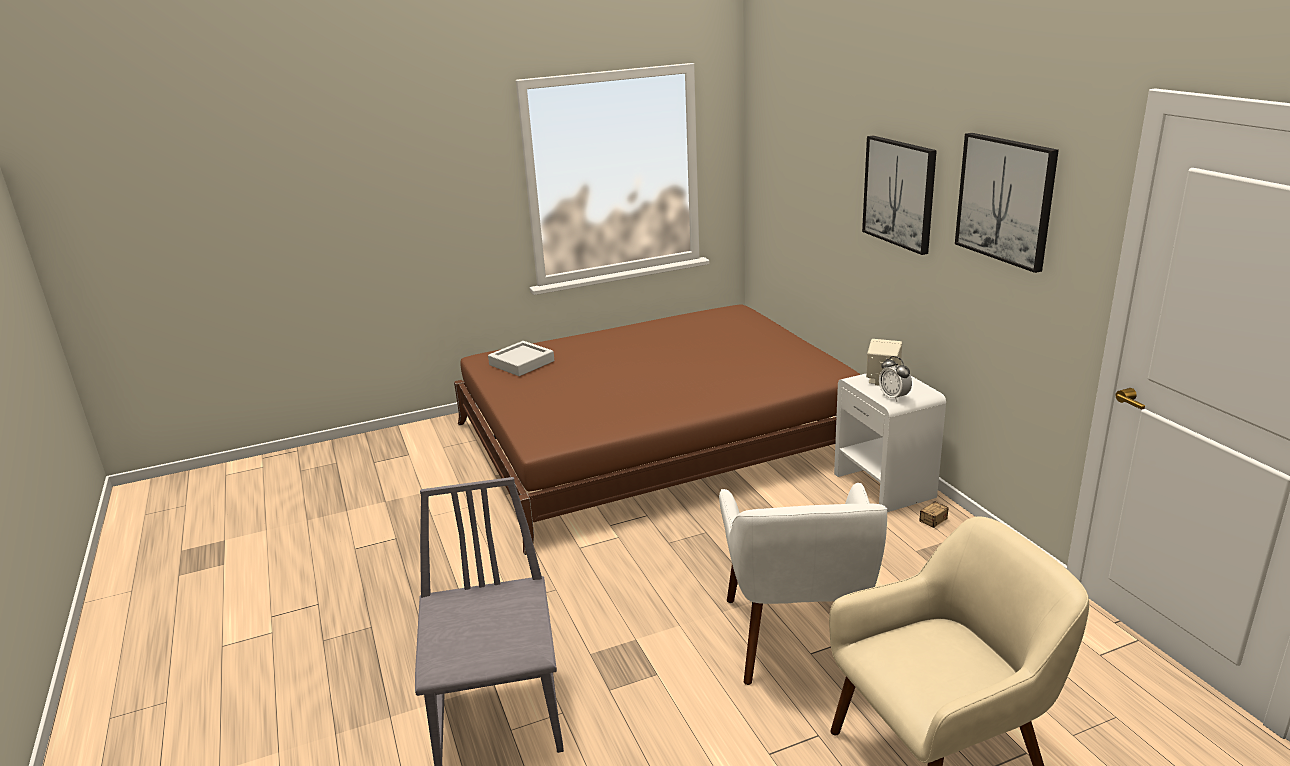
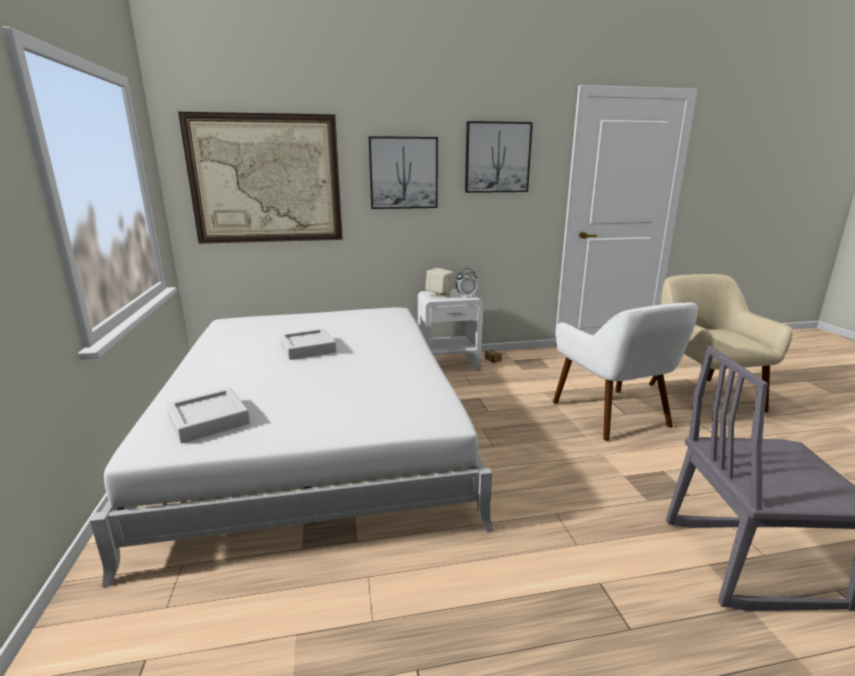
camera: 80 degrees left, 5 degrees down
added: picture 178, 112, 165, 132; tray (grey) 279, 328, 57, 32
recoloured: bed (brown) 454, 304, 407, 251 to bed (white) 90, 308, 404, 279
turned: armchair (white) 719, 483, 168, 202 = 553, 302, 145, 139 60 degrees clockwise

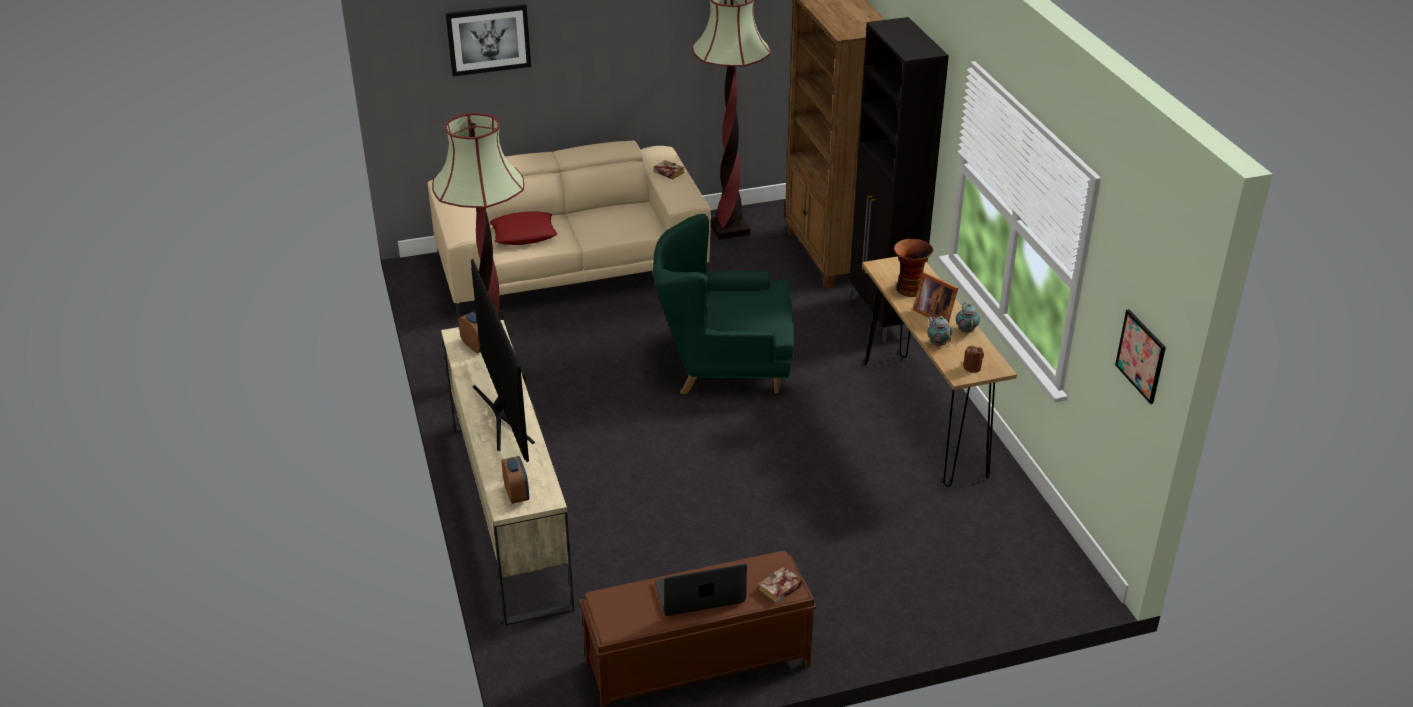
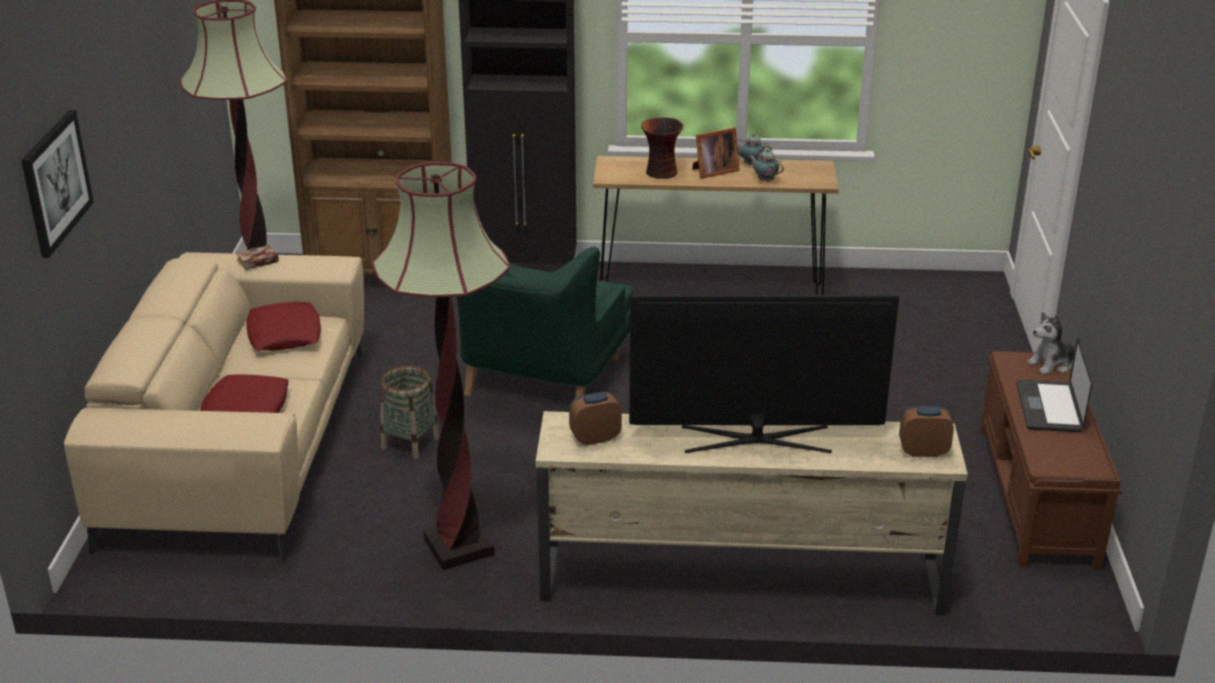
camera: 70 degrees left, 5 degrees down
removed: candle (brown) 963, 346, 21, 27; picture 1115, 309, 51, 95
added: pillow (red) 246, 302, 75, 49; basket 380, 366, 60, 93
replaced: book 758, 566, 45, 37 to plush toy 1027, 312, 54, 63
turned: teapot 927, 315, 25, 31 = 749, 149, 35, 33 45 degrees clockwise

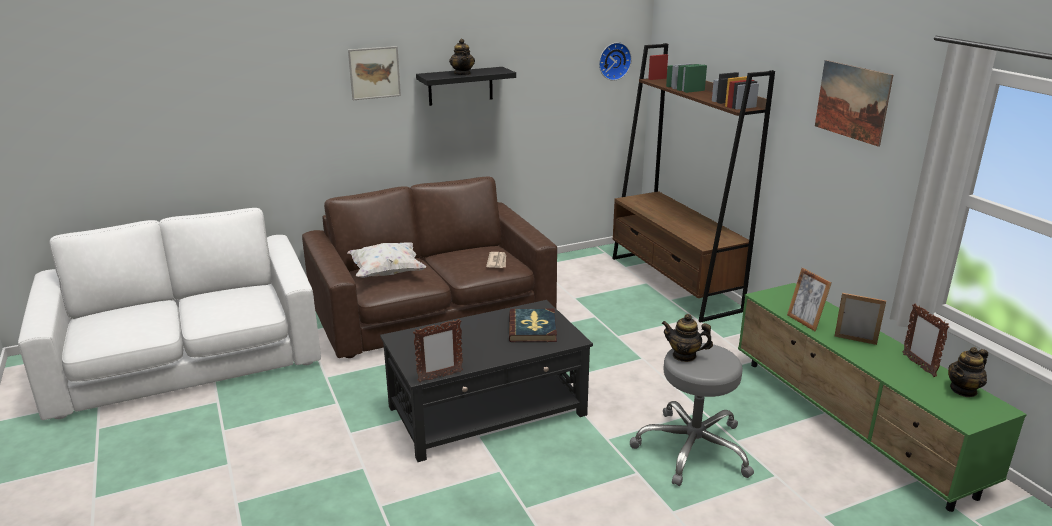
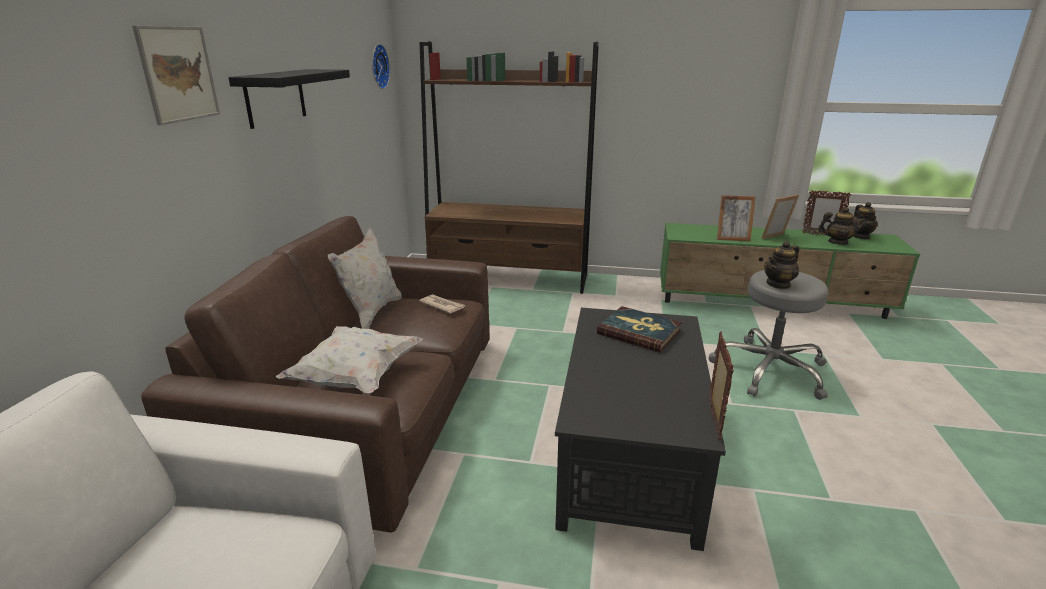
camera: 55 degrees left, 0 degrees up
removed: picture 815, 60, 78, 87
added: pillow (white) 328, 227, 74, 102
moved: teapot 449, 39, 26, 36 to 818, 207, 48, 38

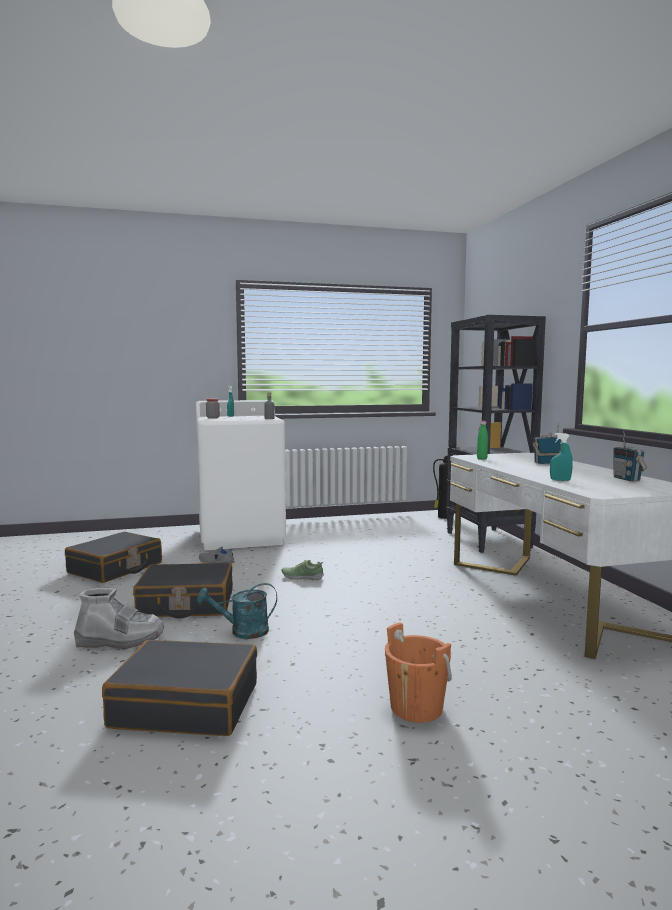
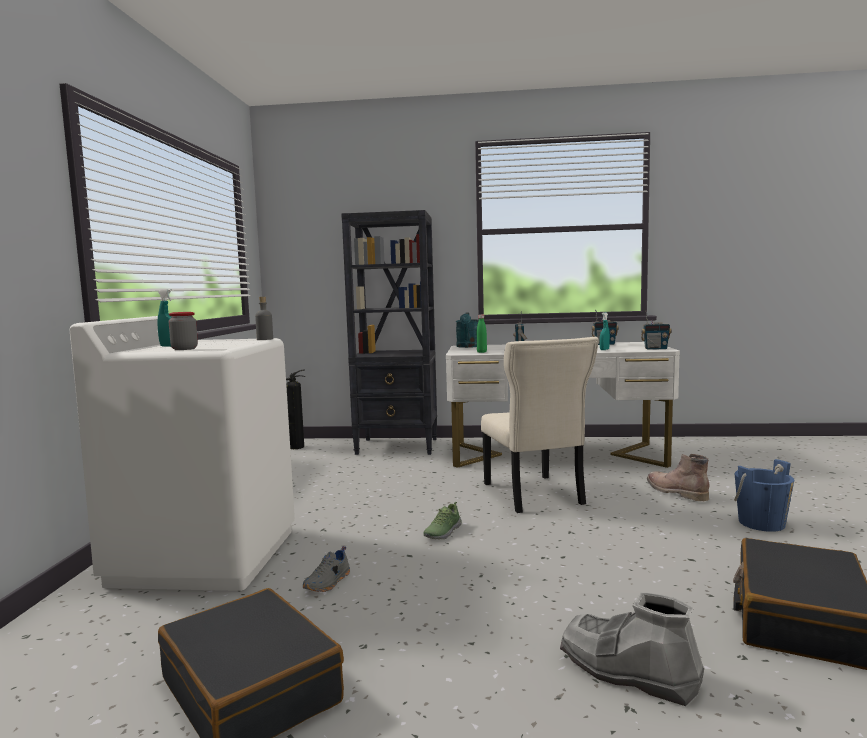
camera: 70 degrees left, 0 degrees up
removed: suitcase (black) 133, 563, 100, 56
added: chair (beige) 481, 337, 118, 176; radio 641, 312, 31, 38; boot (brown) 647, 454, 62, 47
moved: watering can (turquoise) 197, 583, 80, 56 to 456, 313, 23, 35
recoloured: bucket (orange) 385, 622, 67, 101 to bucket (blue) 734, 459, 60, 73
turned: boot (grey) 74, 588, 90, 61 = 560, 592, 144, 114 75 degrees counterclockwise

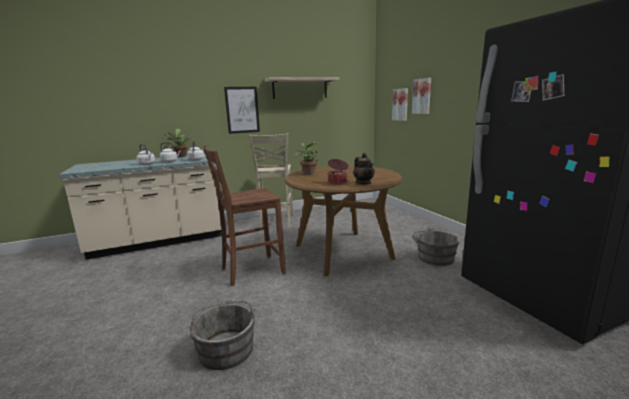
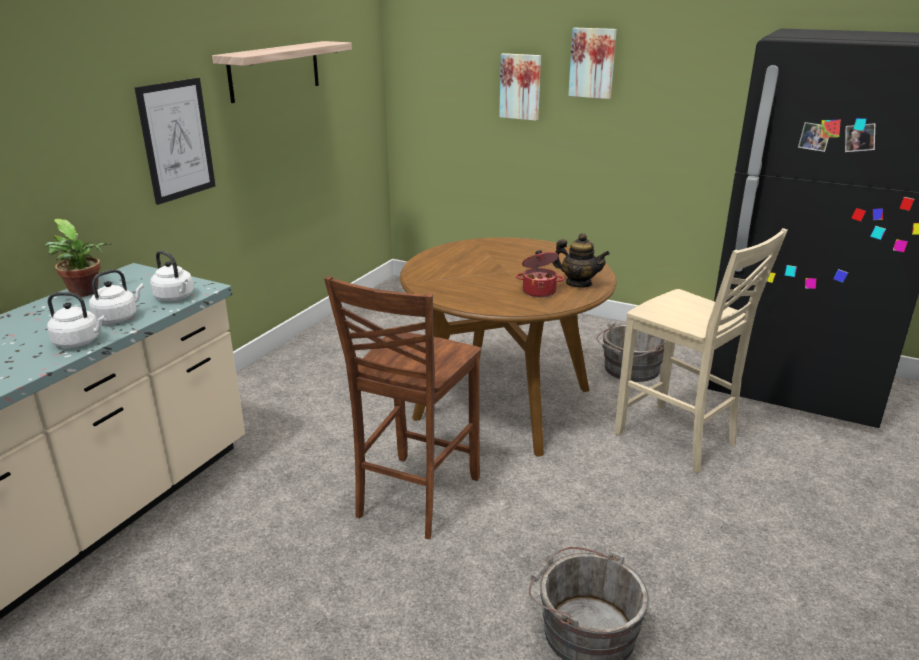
camera: 40 degrees left, 10 degrees up
removed: potted plant 295, 142, 24, 33
moved: picture 392, 88, 16, 33 to 568, 28, 49, 71; chair (beige) 249, 133, 44, 95 to 614, 228, 174, 245

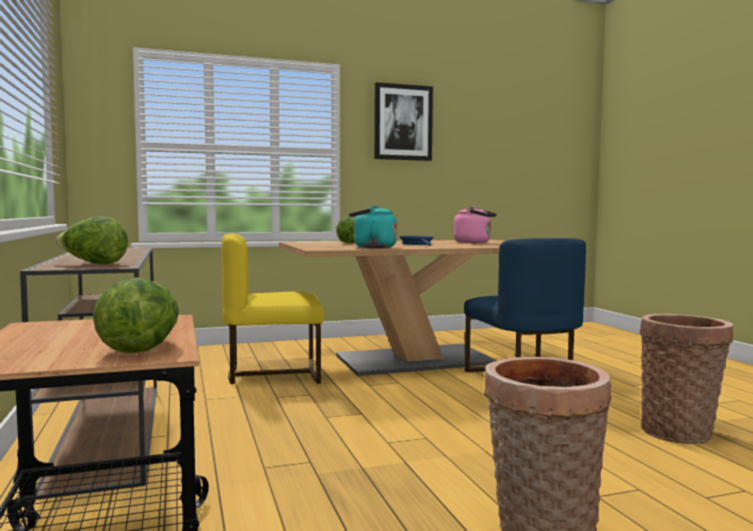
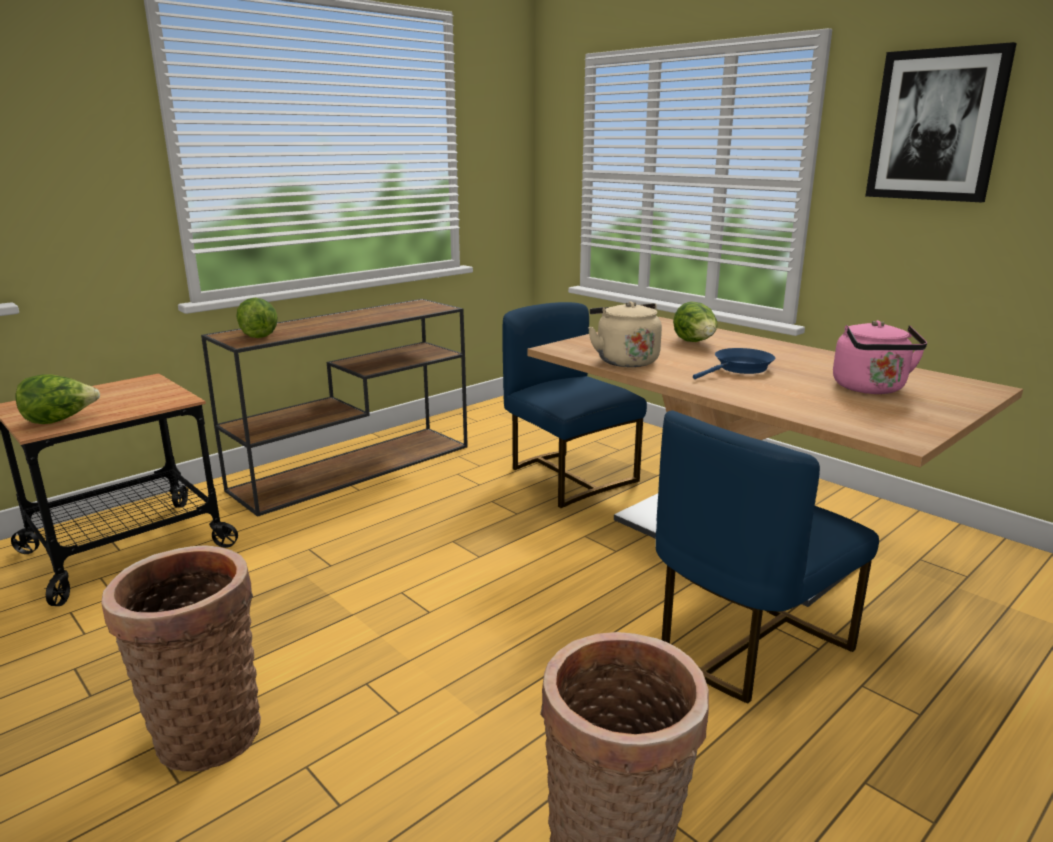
camera: 65 degrees right, 15 degrees up
recoloured: chair (yellow) 222, 233, 102, 151 to chair (blue) 503, 302, 144, 206; kettle (turquoise) 349, 205, 48, 43 to kettle (beige) 588, 301, 74, 66

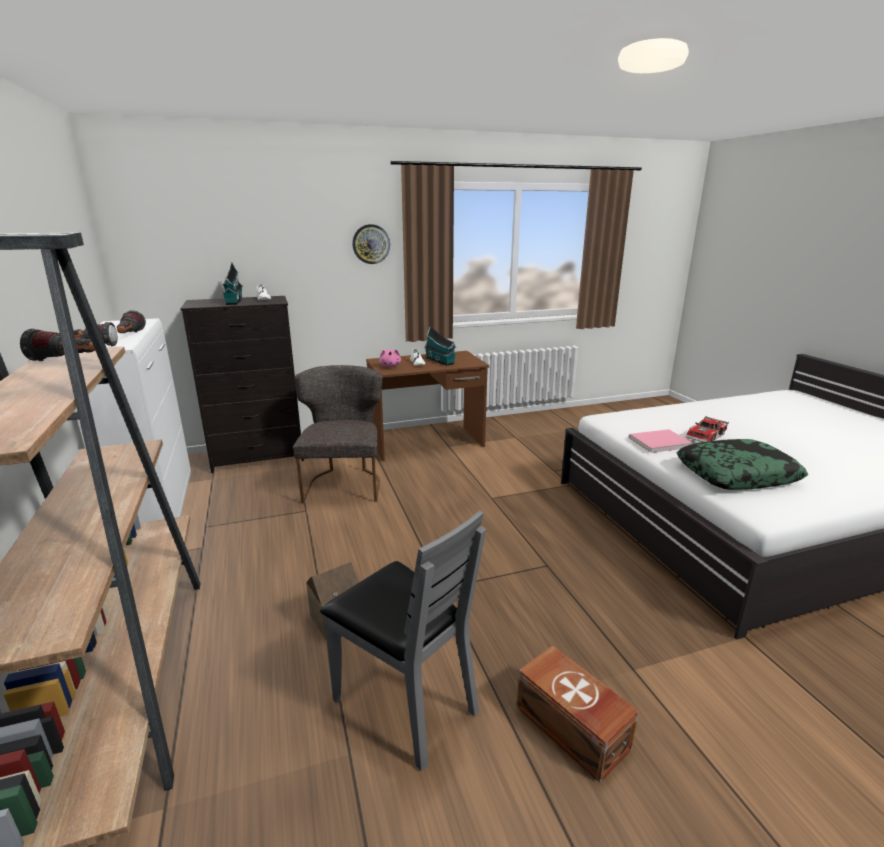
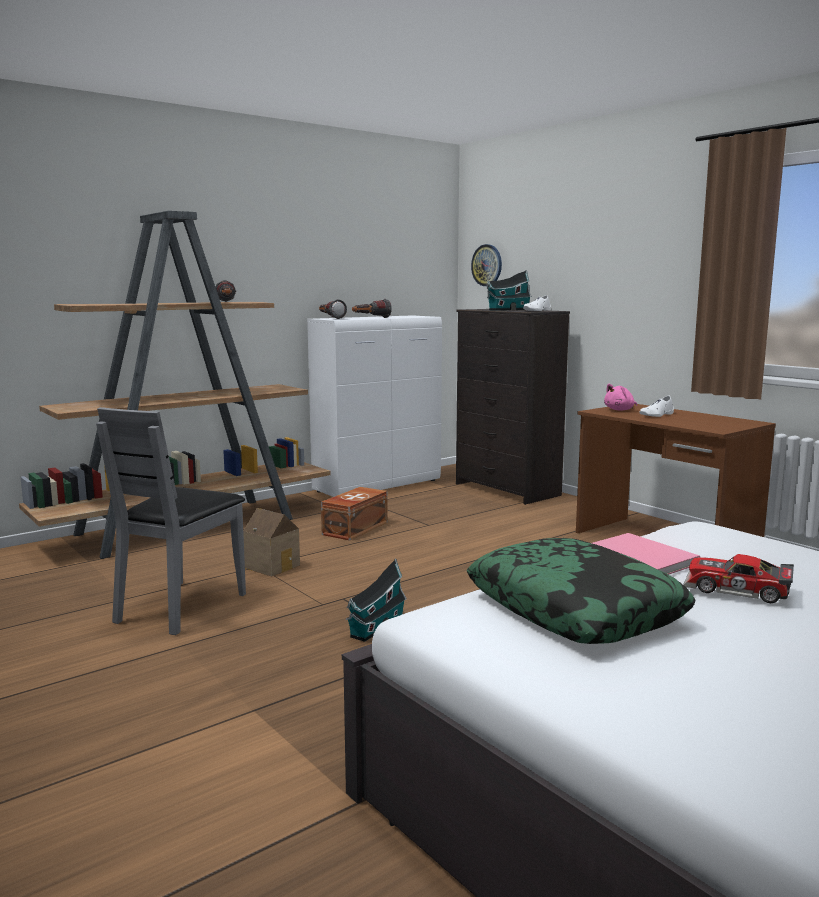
camera: 70 degrees right, 10 degrees down
removed: chair (grey) 293, 365, 90, 138
moved: storage box (brown) 517, 646, 122, 137 to 321, 487, 67, 54; toy house 424, 326, 32, 39 to 346, 558, 61, 84; wall clock 352, 224, 38, 40 to 471, 244, 31, 42

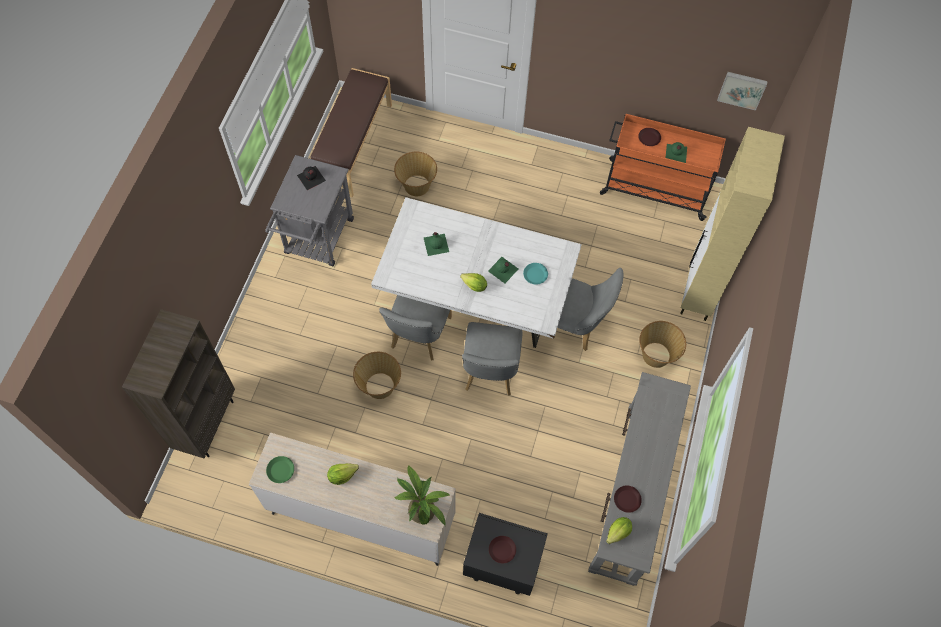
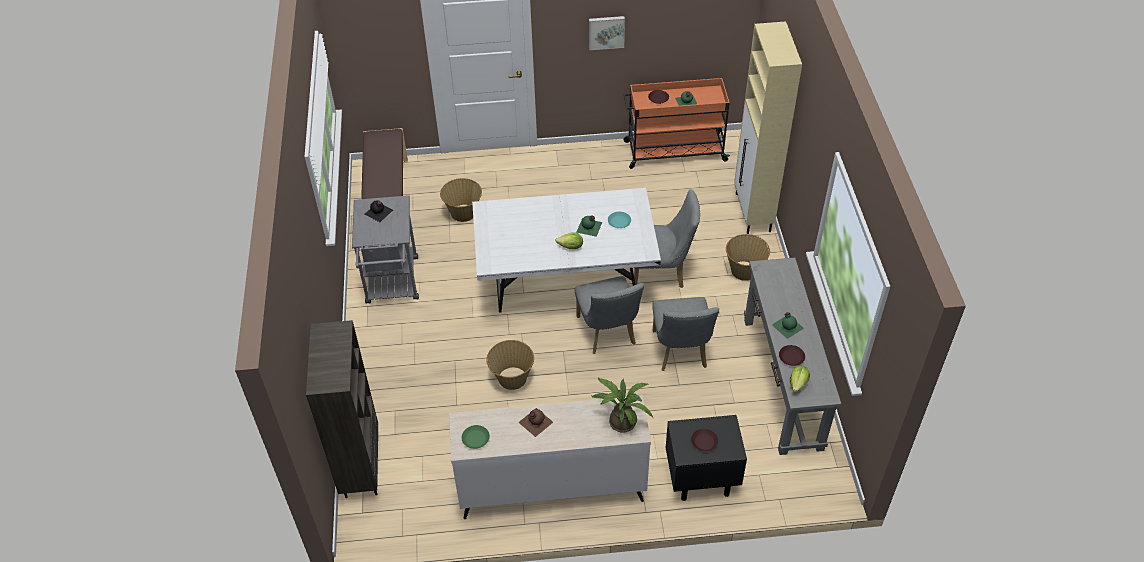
camera: 20 degrees left, 15 degrees down
moved: picture 717, 72, 51, 38 to 589, 16, 36, 34; chair (grey) 379, 295, 73, 65 to 652, 297, 67, 74; bottle (green) 424, 232, 25, 24 to 772, 312, 32, 27
replaced: lettuce 327, 463, 32, 22 to bottle (brown) 518, 408, 35, 29

